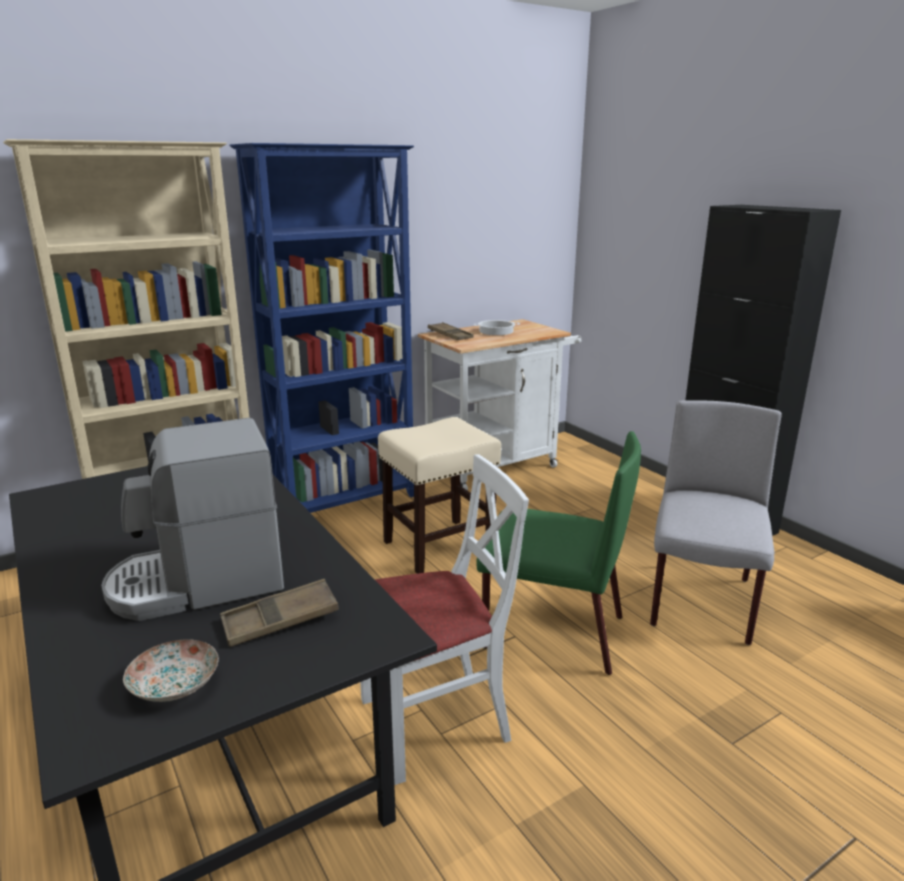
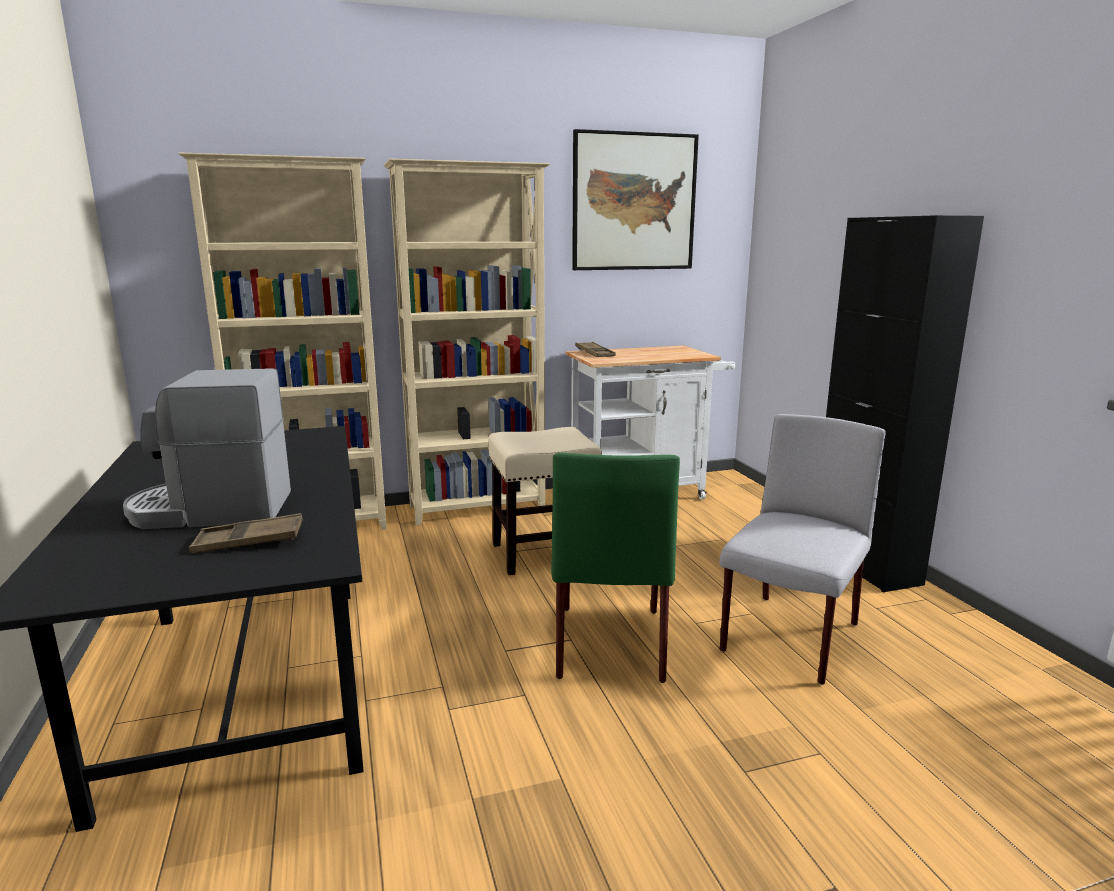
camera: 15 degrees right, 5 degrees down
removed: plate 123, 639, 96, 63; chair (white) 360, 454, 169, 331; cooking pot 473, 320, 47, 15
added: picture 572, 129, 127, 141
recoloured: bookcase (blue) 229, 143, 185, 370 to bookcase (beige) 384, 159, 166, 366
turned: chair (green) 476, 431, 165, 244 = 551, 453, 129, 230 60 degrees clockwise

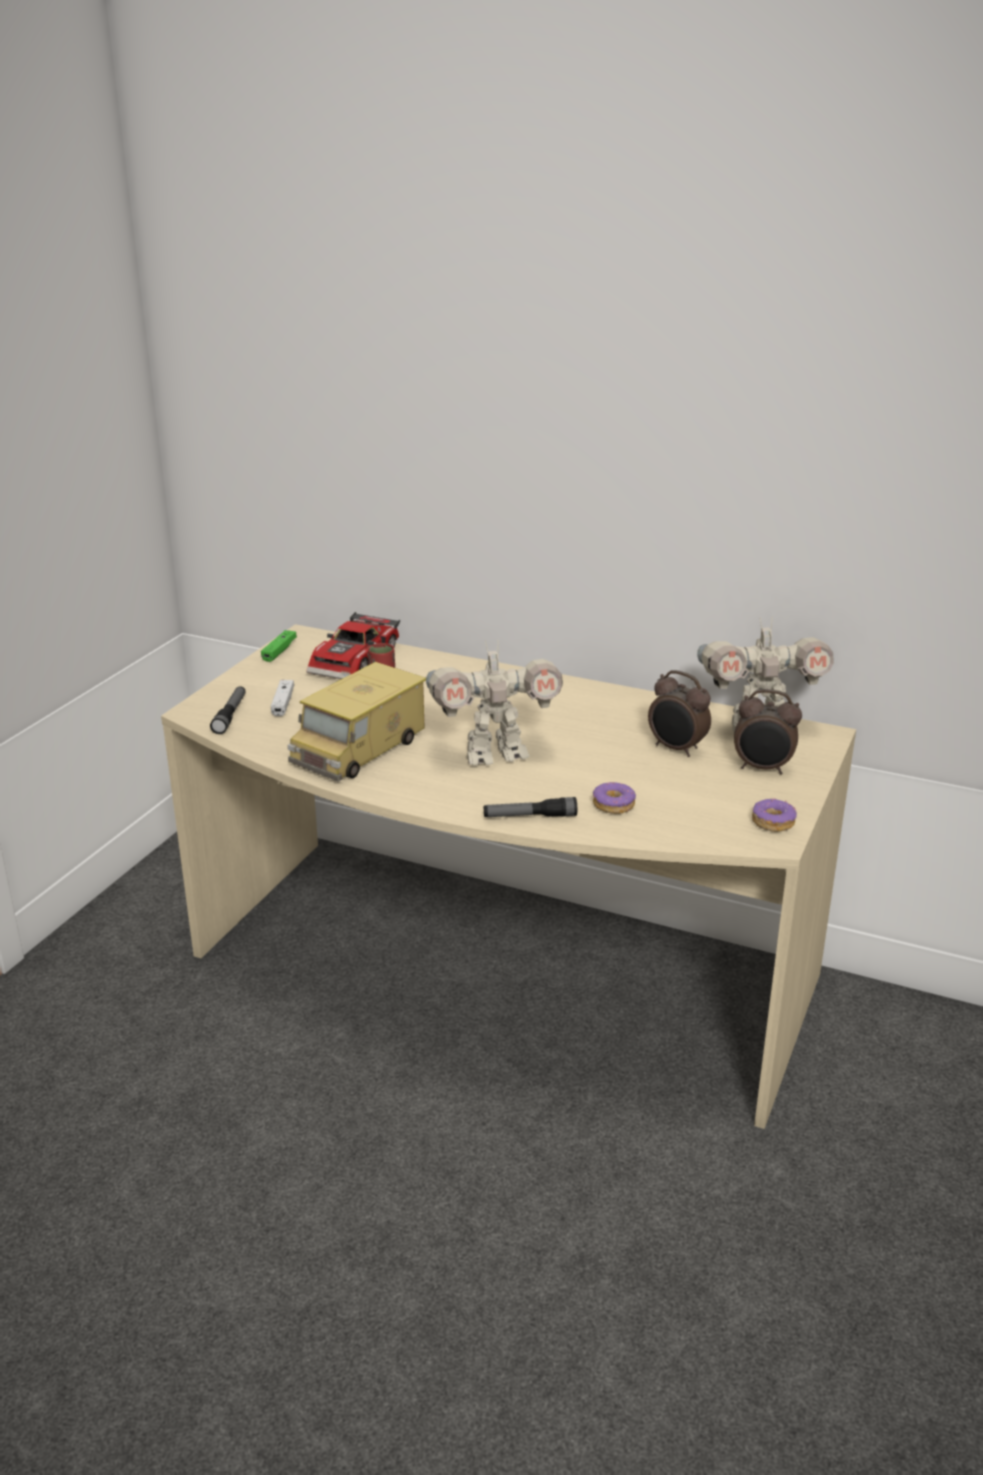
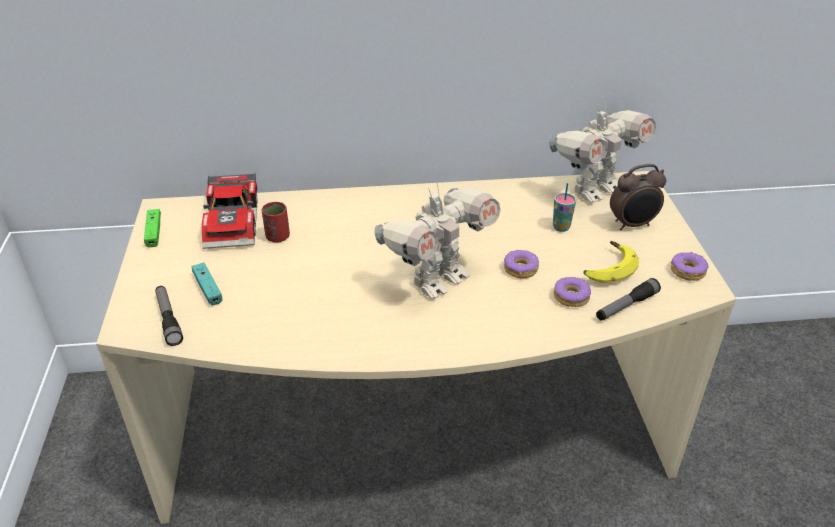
camera: 30 degrees left, 10 degrees up
removed: toy truck 288, 662, 138, 120
added: donut 504, 250, 35, 28; banana 583, 241, 56, 41
moved: flashlight 484, 797, 93, 20 to 596, 278, 65, 43
replaced: alarm clock 648, 670, 63, 87 to cup 553, 183, 23, 49
recoloured: game controller (white) 271, 680, 23, 36 to game controller (turquoise) 192, 262, 31, 43

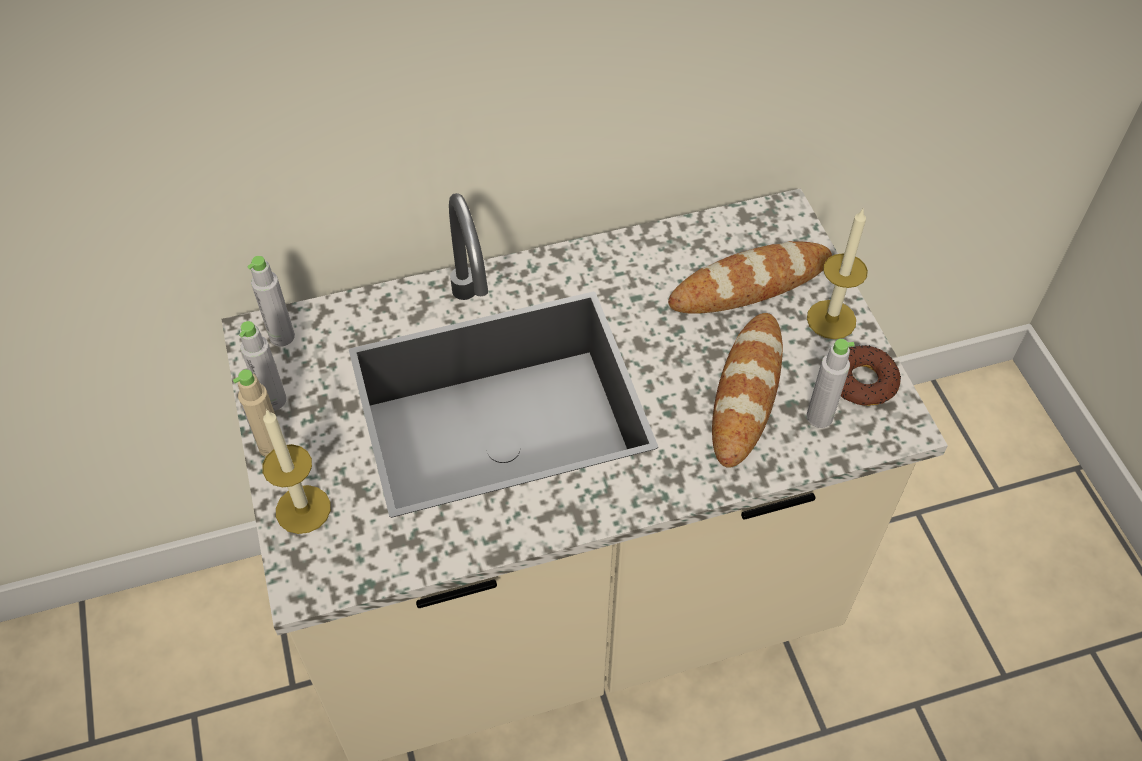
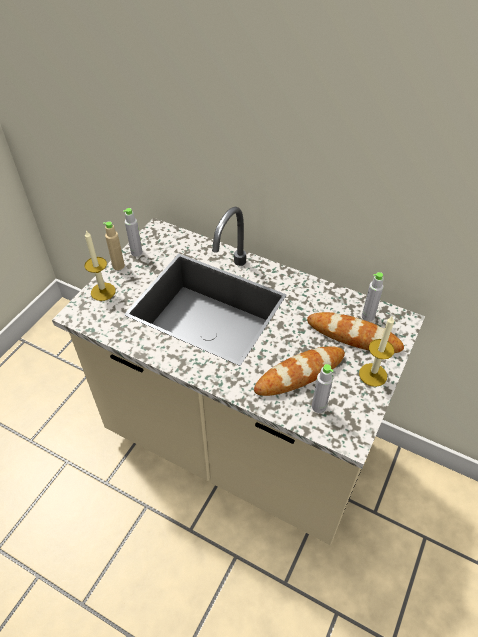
camera: 45 degrees right, 5 degrees down
removed: donut 841, 345, 60, 61
moved: bottle (grey) 247, 256, 48, 91 to 362, 272, 22, 50

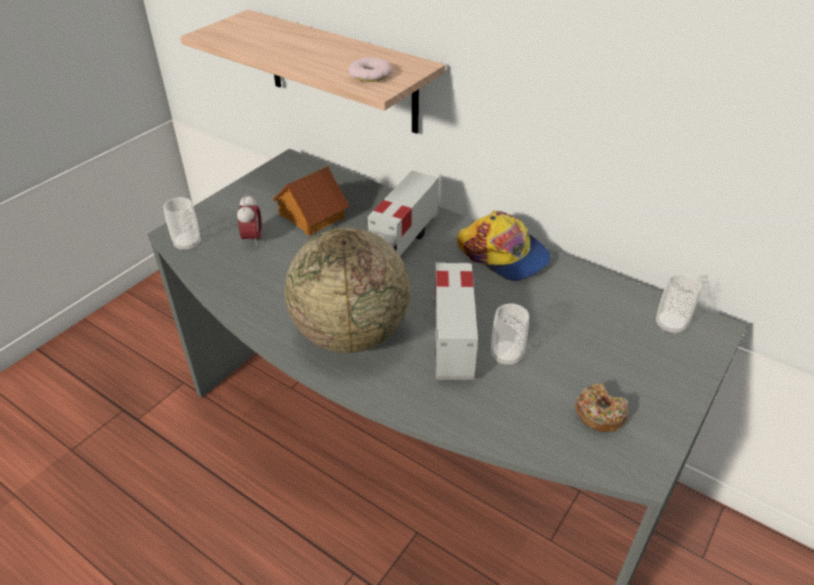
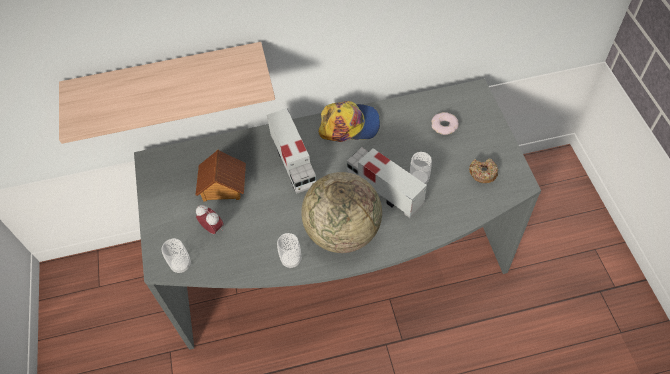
camera: 45 degrees left, 15 degrees up
moved: cup 656, 274, 45, 61 to 277, 233, 24, 36; donut 348, 57, 44, 25 to 431, 112, 28, 23

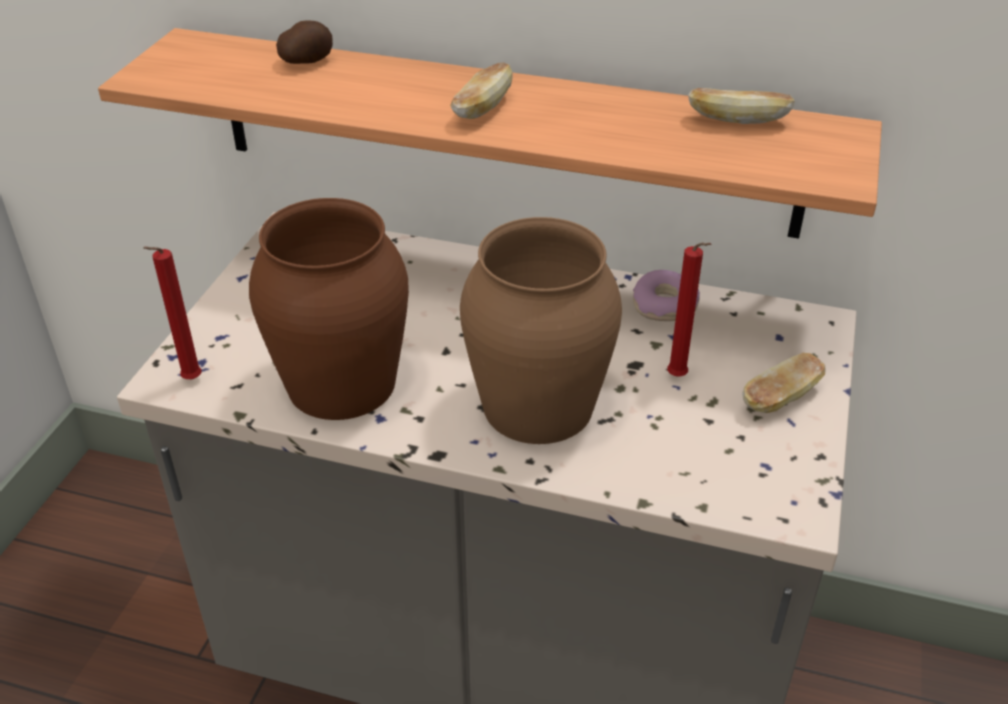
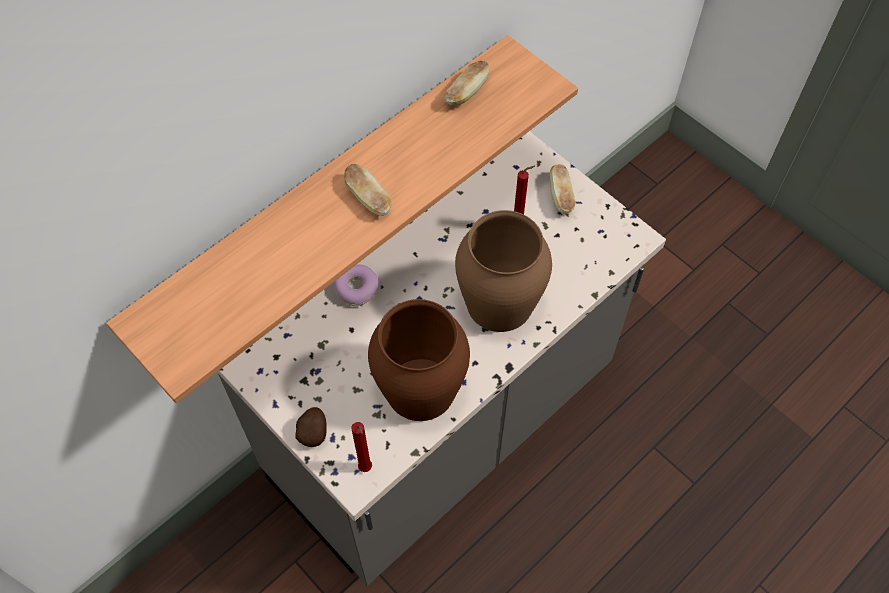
camera: 60 degrees left, 20 degrees up
moved: potato 276, 20, 57, 44 to 296, 407, 30, 40; donut 633, 270, 67, 51 to 333, 264, 46, 42

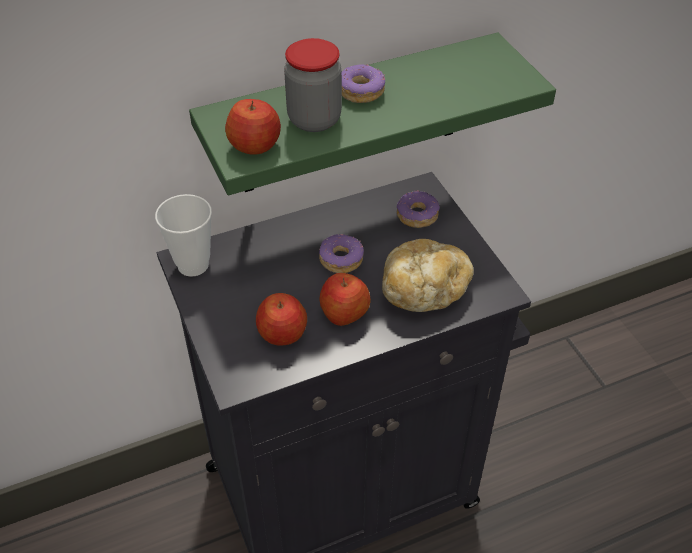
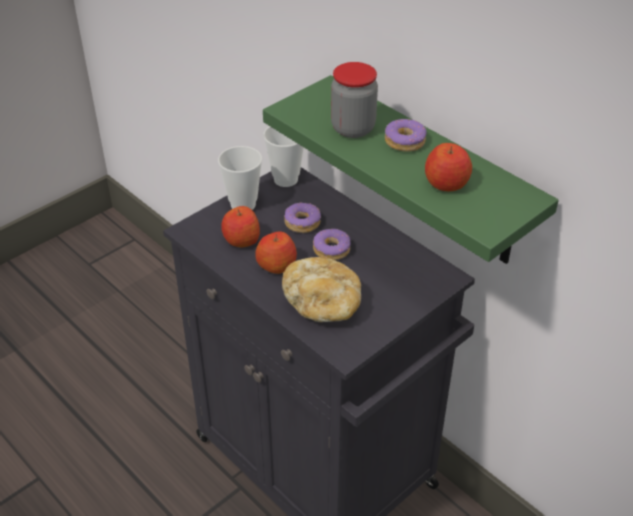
camera: 70 degrees right, 5 degrees down
added: cup 218, 146, 44, 64
moved: donut 396, 190, 44, 38 to 284, 202, 37, 31; apple 225, 99, 56, 56 to 425, 143, 47, 48

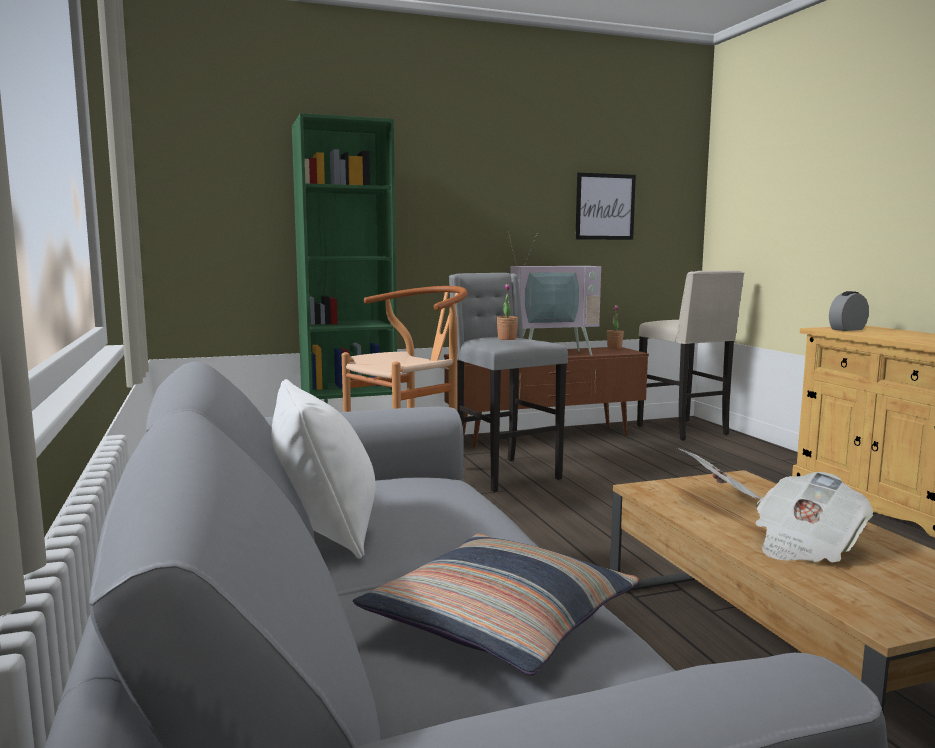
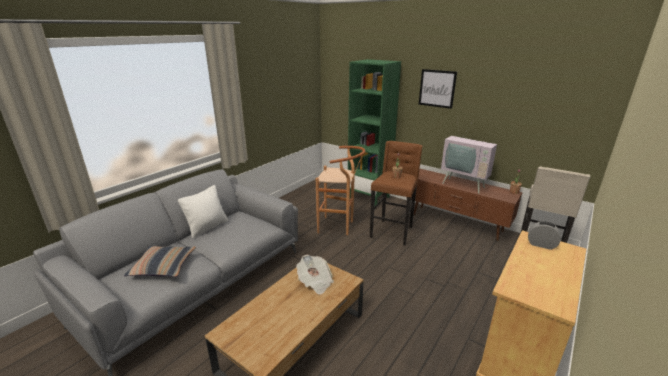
camera: 55 degrees right, 15 degrees up
removed: newspaper 755, 472, 118, 90
moved: picture 575, 173, 61, 67 to 419, 69, 38, 40
recoloured: stool (grey) 449, 273, 119, 220 to stool (brown) 370, 141, 52, 105

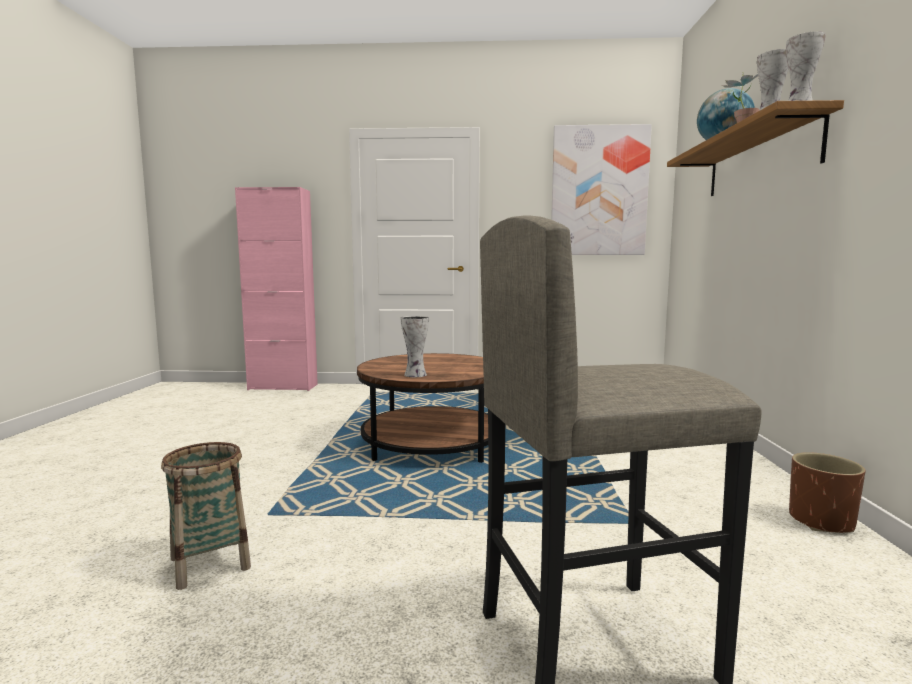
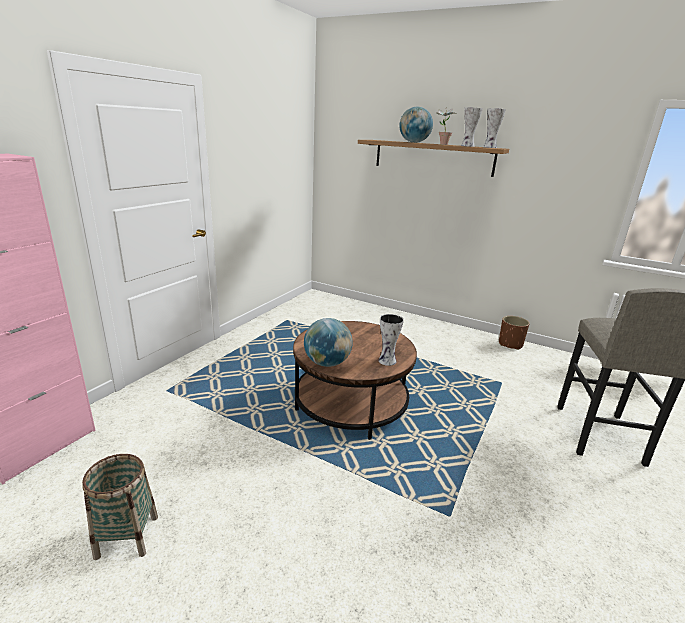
camera: 65 degrees left, 15 degrees up
removed: picture 551, 124, 101, 131
added: globe 304, 318, 49, 49
moved: basket 161, 442, 90, 148 to 82, 454, 76, 106

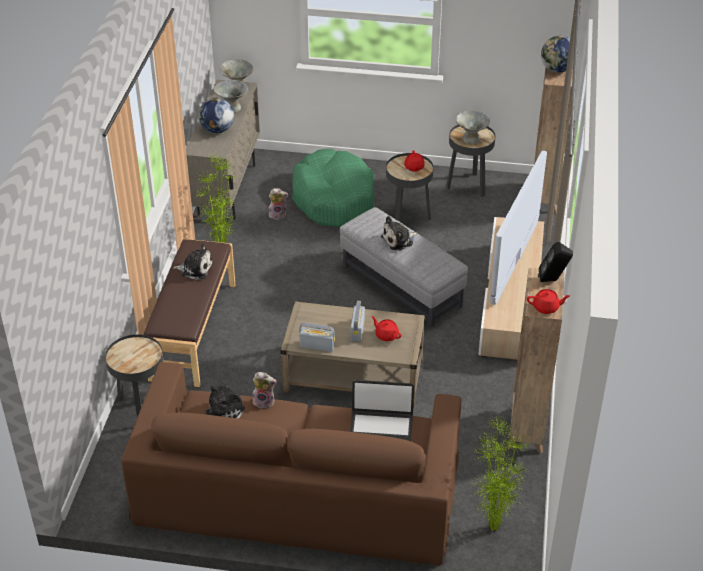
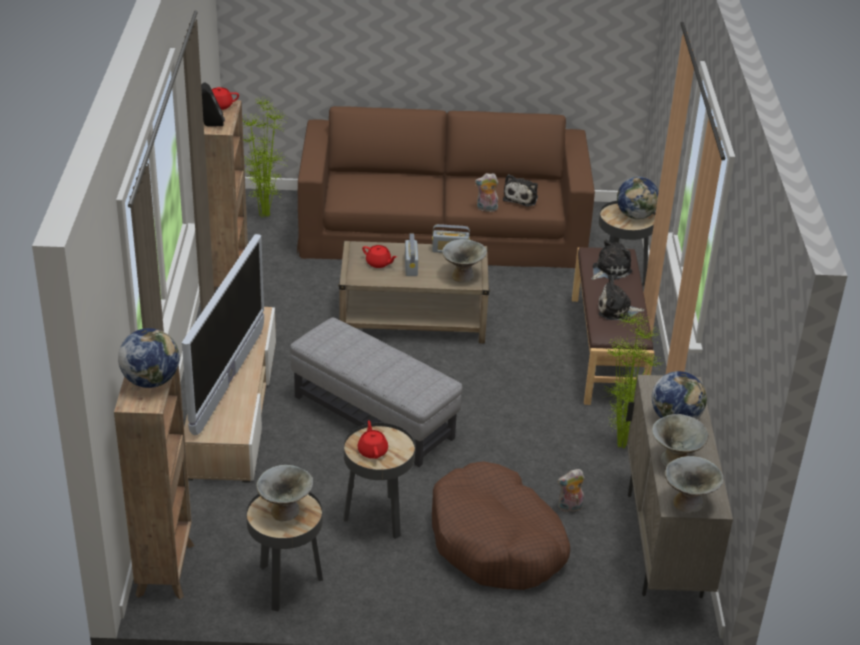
camera: 170 degrees right, 5 degrees down
removed: laptop 350, 380, 64, 61
added: bowl (grey) 442, 239, 45, 44; globe 617, 177, 42, 42
moved: plush toy 381, 216, 37, 35 to 591, 240, 41, 40
recoloured: dog bed (green) 292, 149, 83, 78 to dog bed (brown) 432, 461, 138, 129

